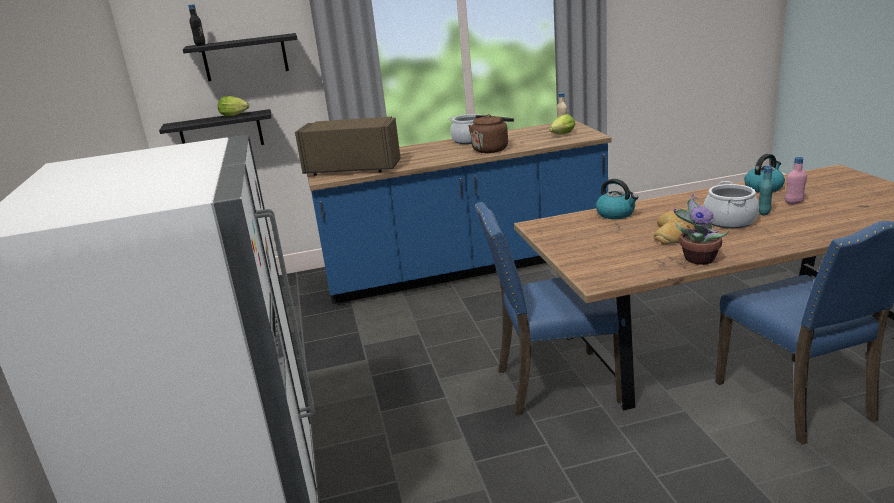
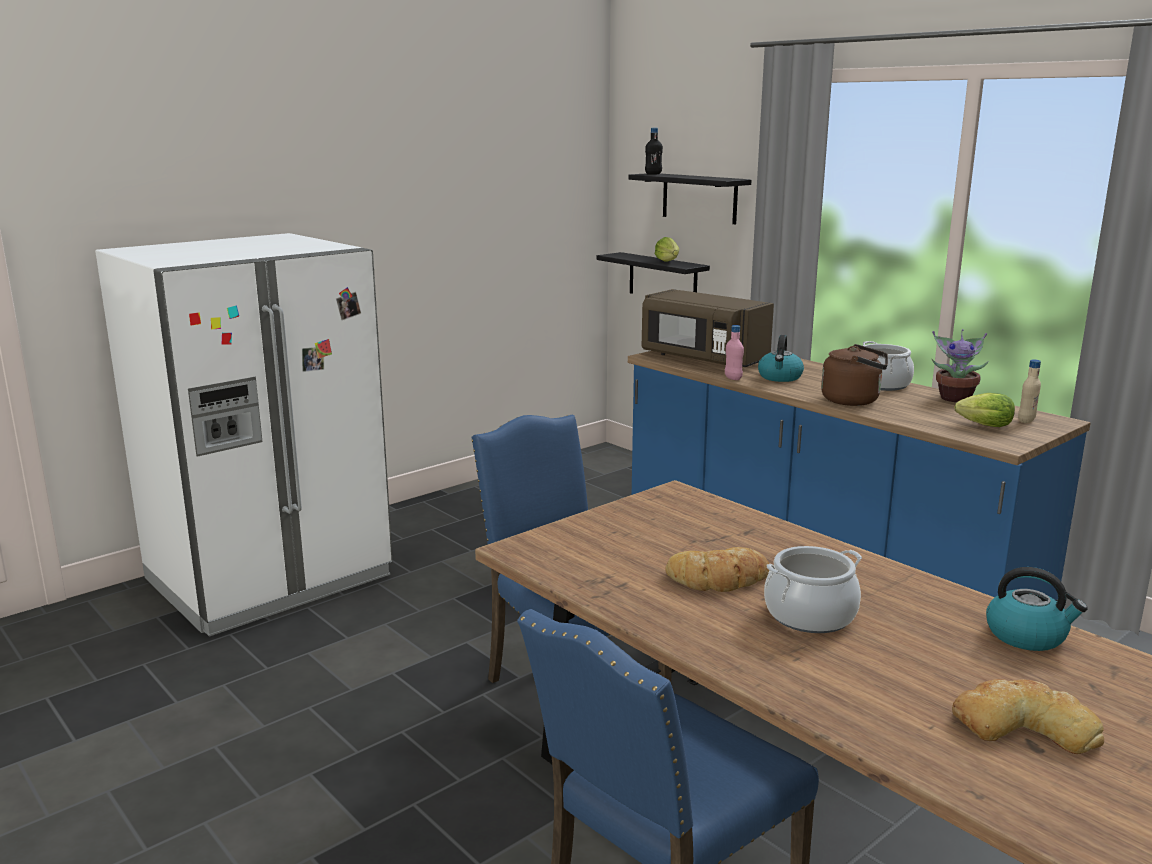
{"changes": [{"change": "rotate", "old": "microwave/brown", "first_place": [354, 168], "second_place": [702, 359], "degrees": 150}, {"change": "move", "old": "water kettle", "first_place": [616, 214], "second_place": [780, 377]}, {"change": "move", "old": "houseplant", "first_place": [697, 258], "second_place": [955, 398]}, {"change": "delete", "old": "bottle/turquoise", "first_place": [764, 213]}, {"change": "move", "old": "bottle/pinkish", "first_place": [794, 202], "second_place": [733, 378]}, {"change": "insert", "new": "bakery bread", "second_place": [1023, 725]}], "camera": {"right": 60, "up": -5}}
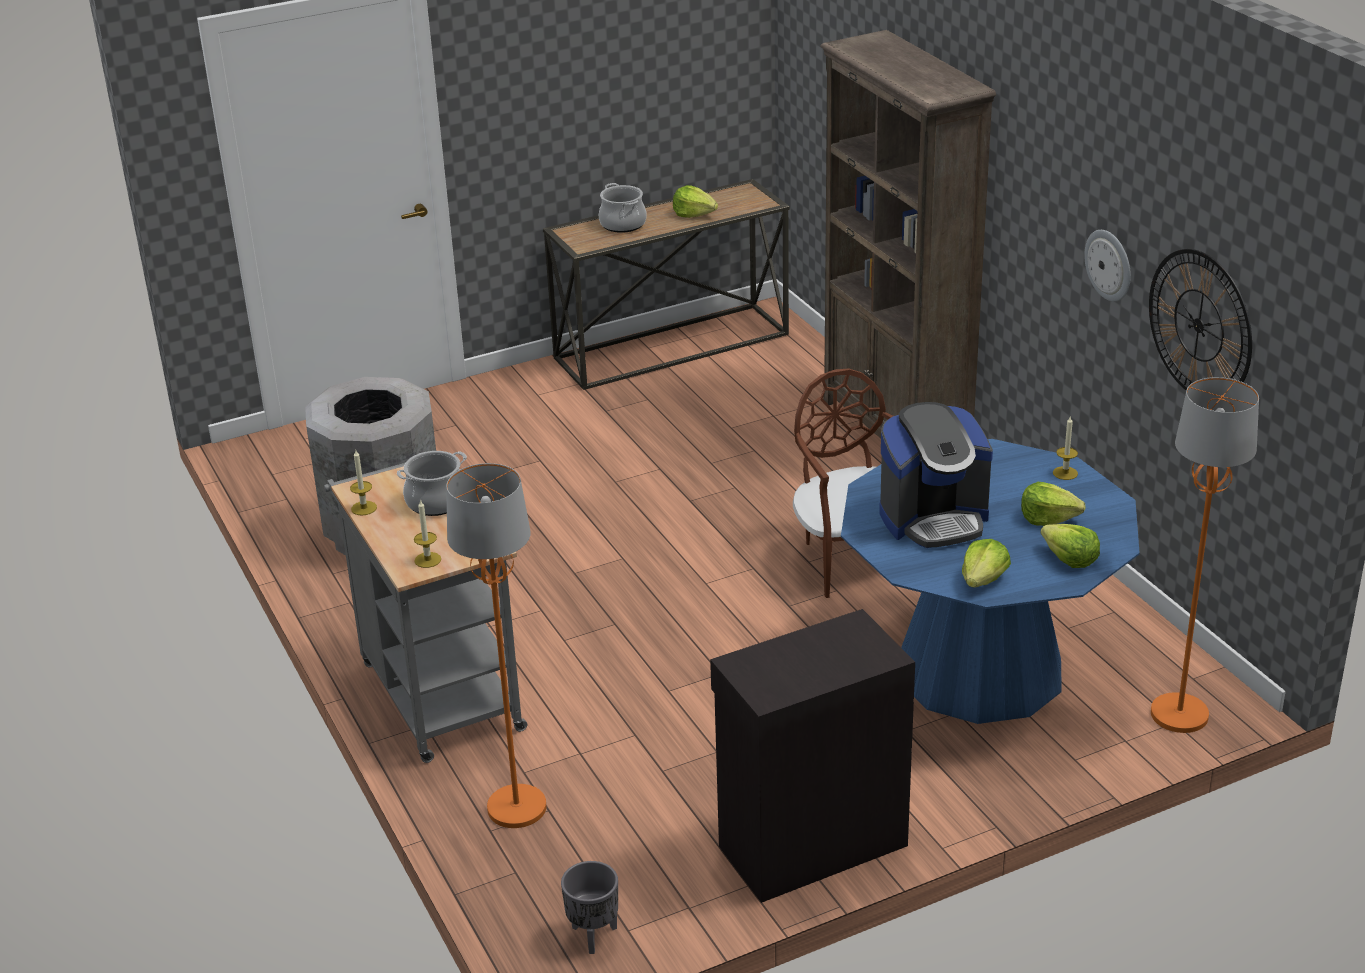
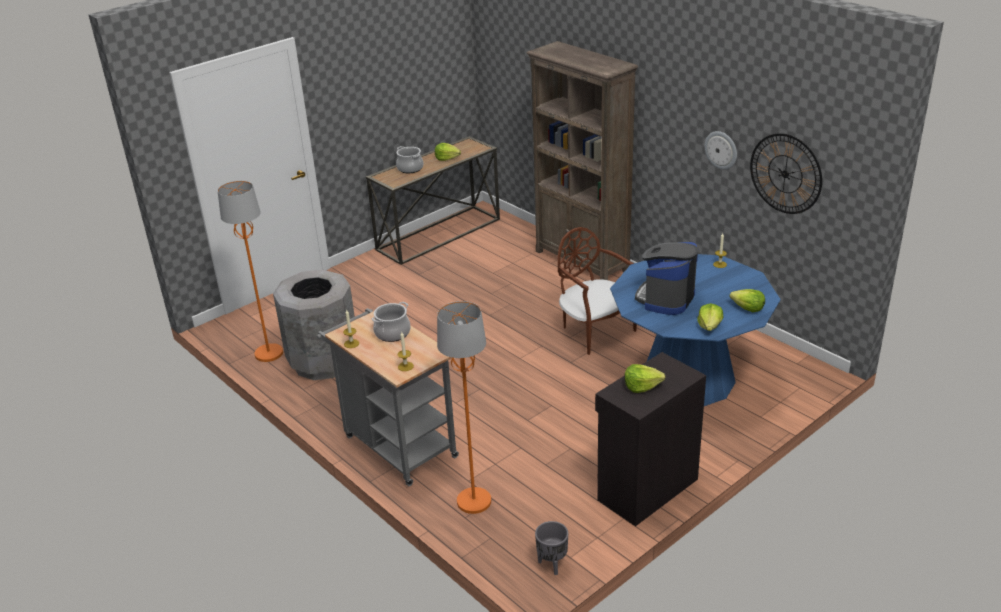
{"changes": [{"change": "rotate", "old": "coffee brewer", "first_place": [934, 519], "second_place": [666, 299], "degrees": 150}, {"change": "move", "old": "lettuce", "first_place": [1048, 518], "second_place": [641, 386]}, {"change": "move", "old": "standing lamp/orangey", "first_place": [1179, 714], "second_place": [269, 353]}], "camera": {"right": -15, "up": 0}}
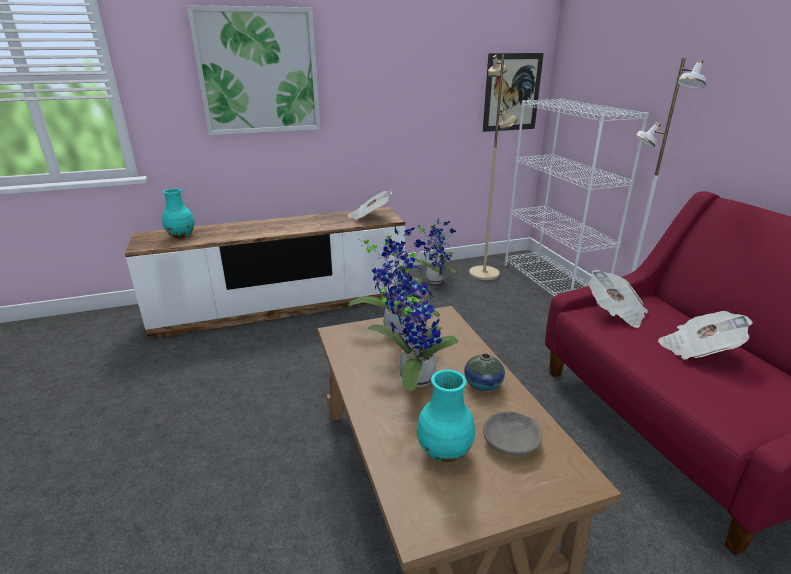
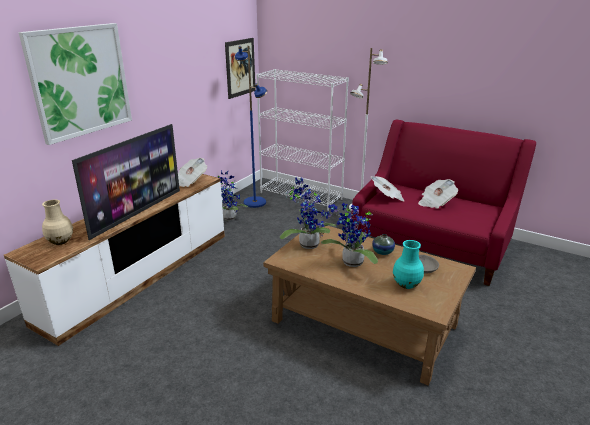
{"changes": [{"change": "recolor", "old": "decorative vase/turquoise", "new": "decorative vase/beige-coloured", "first_place": [181, 235], "second_place": [60, 241]}, {"change": "recolor", "old": "standing lamp/beige-coloured", "new": "standing lamp/blue", "first_place": [484, 273], "second_place": [255, 202]}, {"change": "insert", "new": "television", "second_place": [137, 212]}], "camera": {"right": -40, "up": 0}}
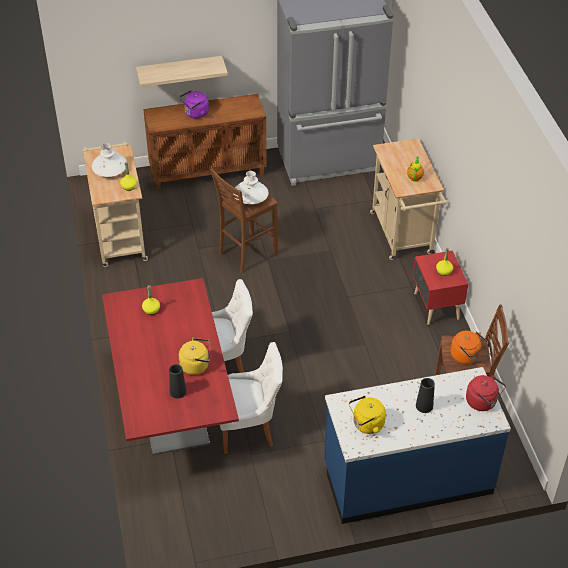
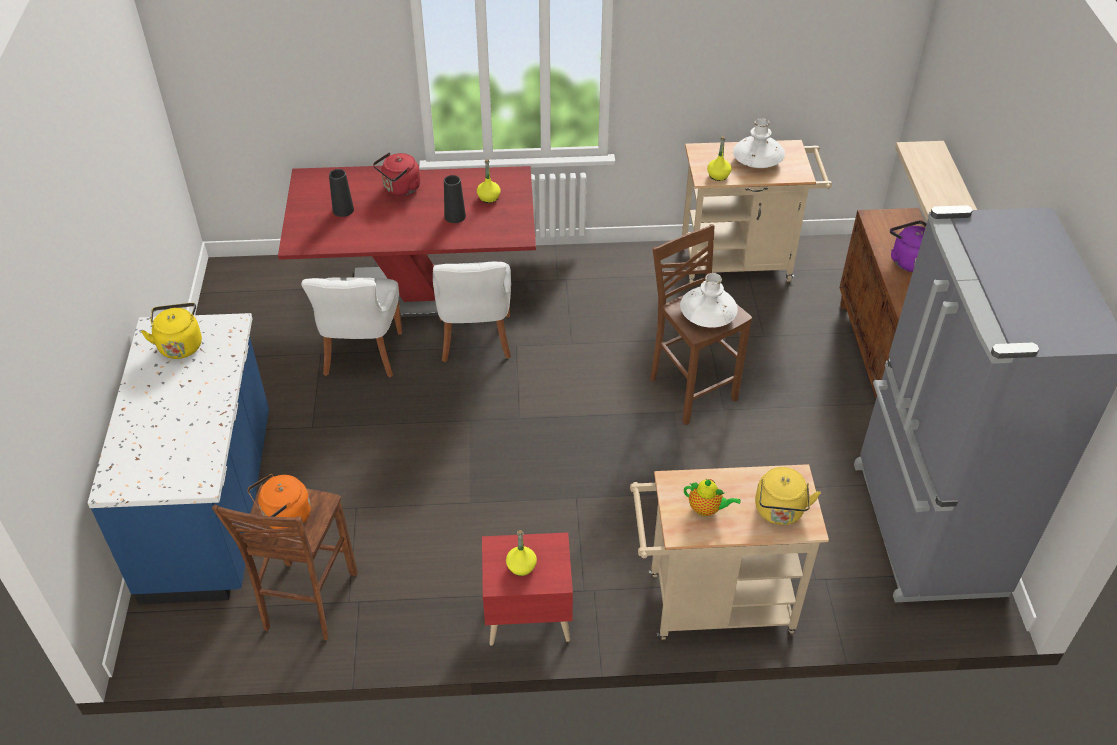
{"changes": [{"change": "move", "old": "water kettle/yellow", "first_place": [196, 365], "second_place": [779, 512]}, {"change": "move", "old": "decorative vase/black-coloured", "first_place": [424, 406], "second_place": [455, 216]}, {"change": "move", "old": "water kettle/reddish", "first_place": [483, 402], "second_place": [400, 189]}], "camera": {"right": 100, "up": 0}}
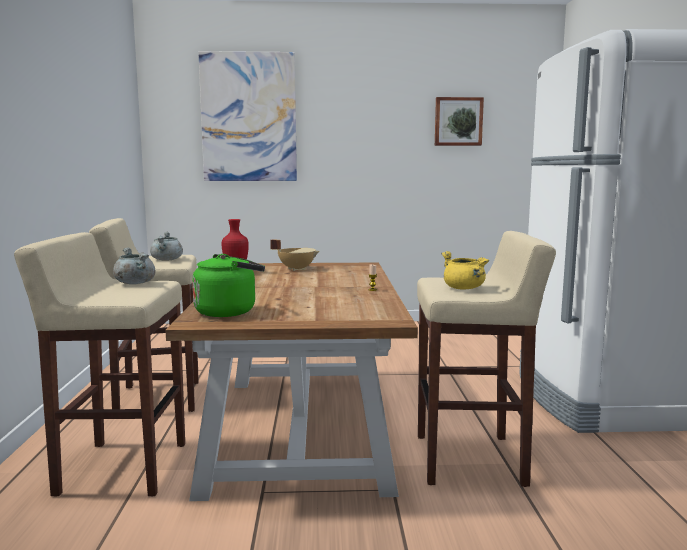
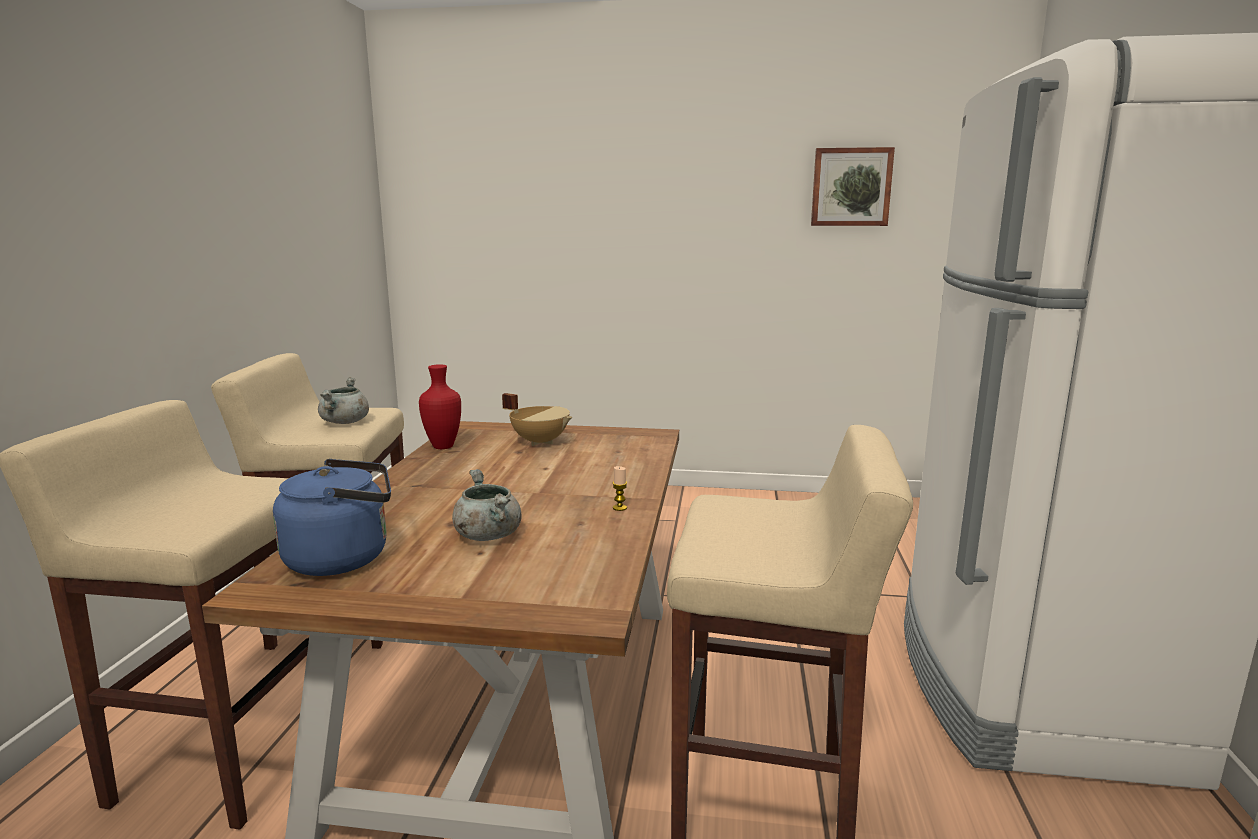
{"changes": [{"change": "move", "old": "stockpot/gray", "first_place": [135, 283], "second_place": [487, 535]}, {"change": "recolor", "old": "water kettle/green", "new": "water kettle/blue", "first_place": [229, 311], "second_place": [344, 558]}, {"change": "delete", "old": "picture", "first_place": [249, 117]}, {"change": "delete", "old": "stockpot/yellow", "first_place": [464, 288]}], "camera": {"right": 10, "up": 5}}
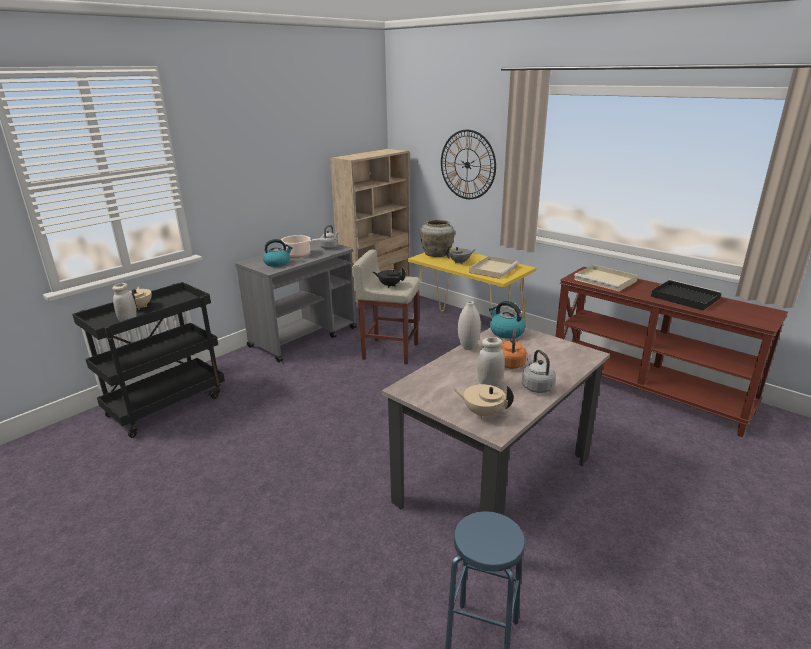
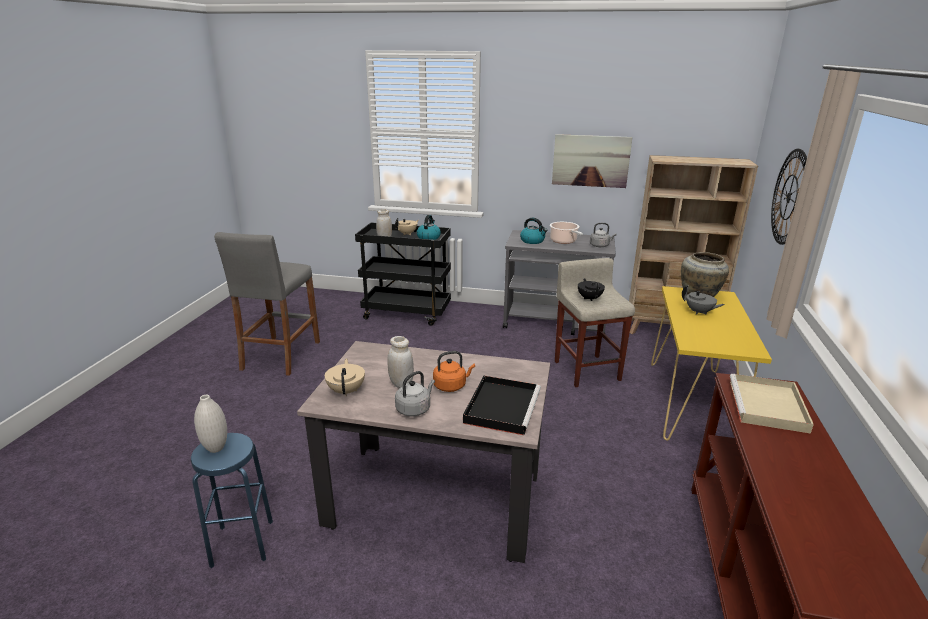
{"changes": [{"change": "move", "old": "decorative vase/whitish", "first_place": [468, 347], "second_place": [216, 448]}, {"change": "delete", "old": "carrying tray/beige-coloured", "first_place": [493, 269]}, {"change": "move", "old": "water kettle", "first_place": [506, 332], "second_place": [428, 237]}, {"change": "move", "old": "carrying tray/black-coloured", "first_place": [683, 297], "second_place": [502, 406]}, {"change": "insert", "new": "stool/gray", "second_place": [280, 355]}, {"change": "insert", "new": "picture", "second_place": [590, 161]}], "camera": {"right": 60, "up": 0}}
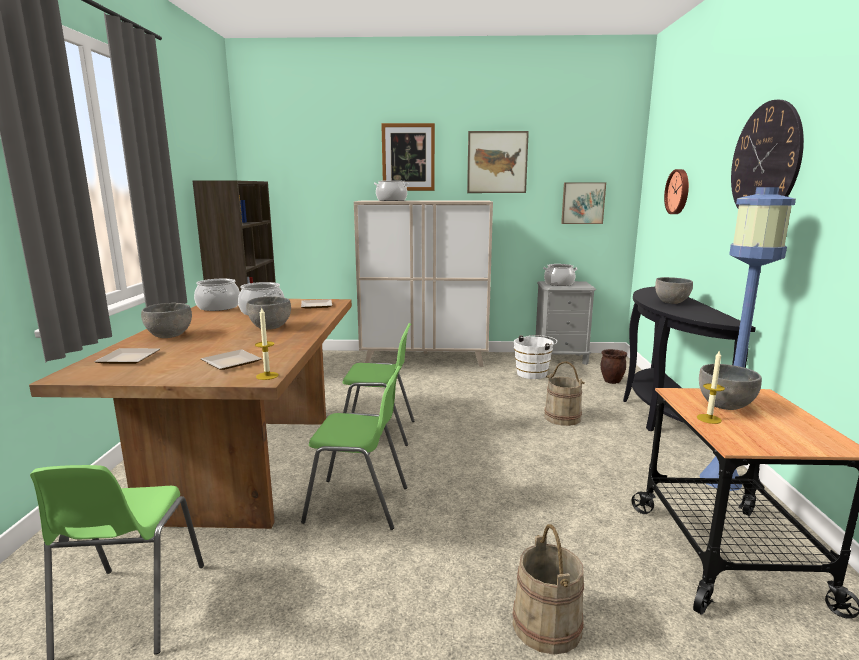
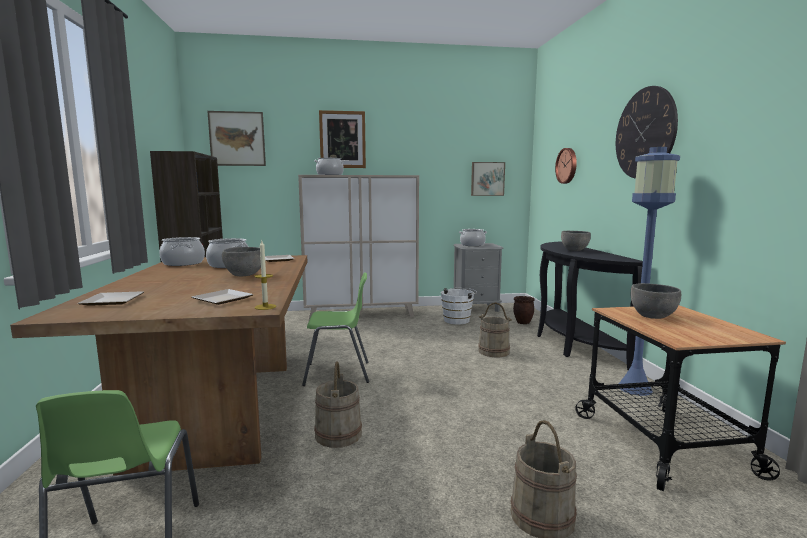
{"changes": [{"change": "delete", "old": "bowl/gray", "first_place": [169, 336]}, {"change": "replace", "old": "plain chair/green", "new": "pail/beige-coloured", "first_place": [358, 504], "second_place": [338, 434]}, {"change": "move", "old": "picture", "first_place": [497, 162], "second_place": [237, 139]}, {"change": "delete", "old": "wax candle", "first_place": [709, 419]}], "camera": {"right": -10, "up": -5}}
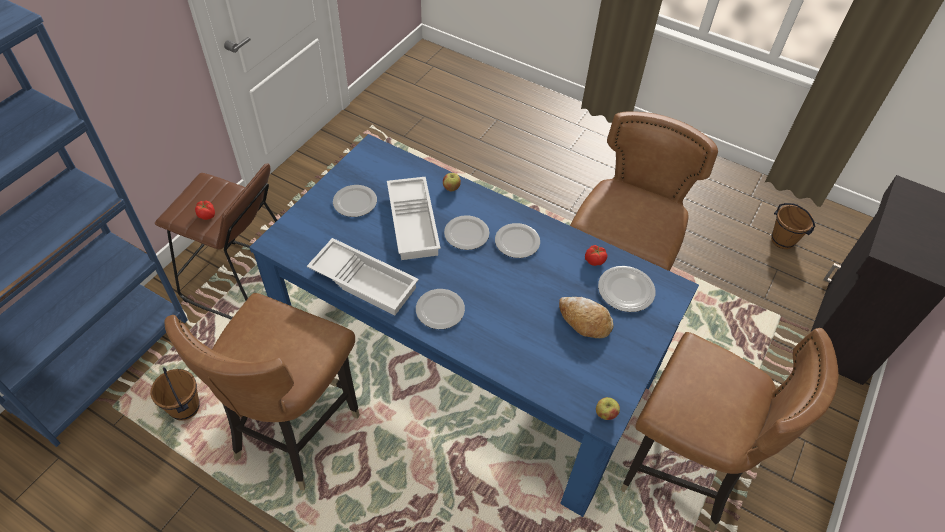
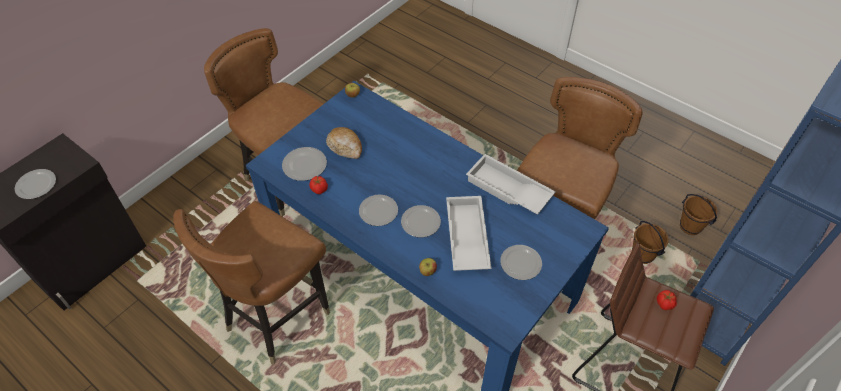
{"changes": [{"change": "move", "old": "flat dish", "first_place": [439, 310], "second_place": [37, 185]}, {"change": "move", "old": "pail/brown", "first_place": [783, 240], "second_place": [690, 227]}], "camera": {"right": -170, "up": 0}}
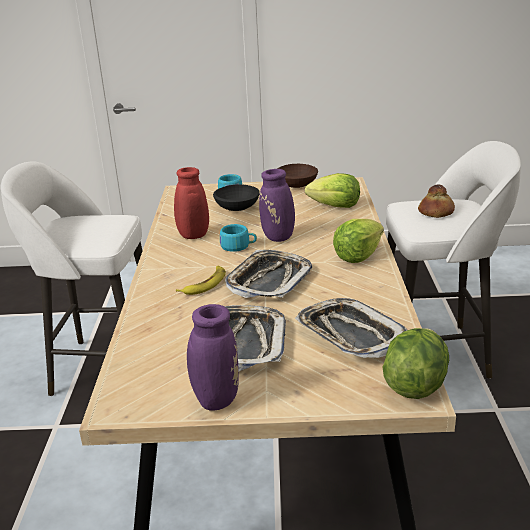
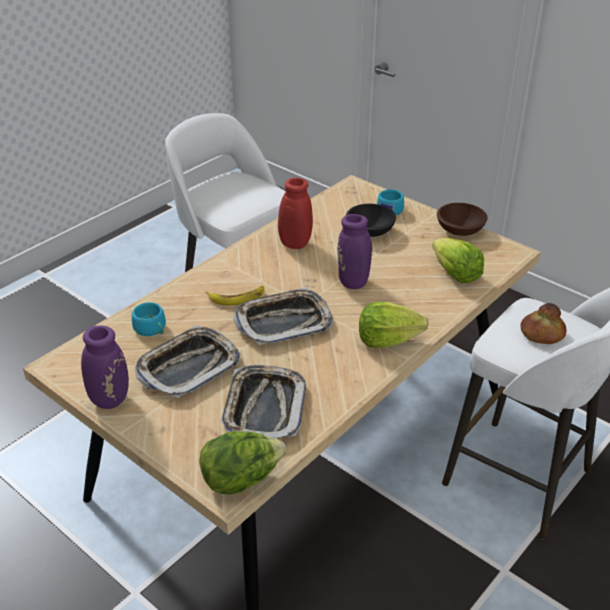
{"changes": [{"change": "move", "old": "drinking cup/turquoise", "first_place": [238, 246], "second_place": [152, 329]}], "camera": {"right": 40, "up": 10}}
